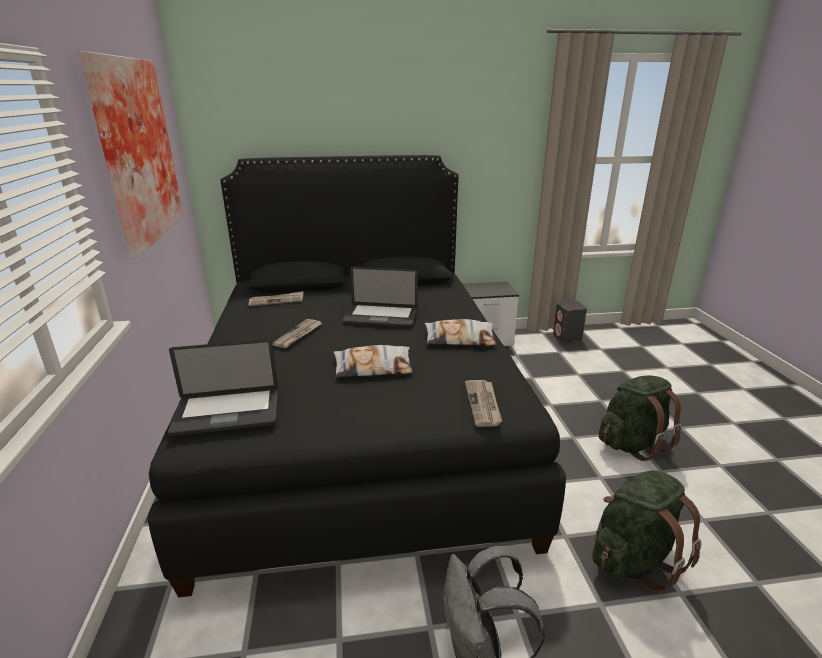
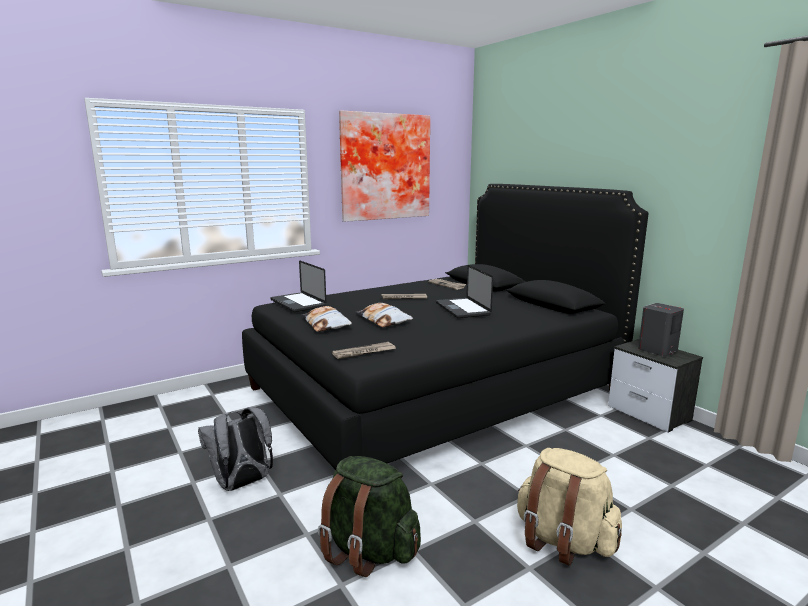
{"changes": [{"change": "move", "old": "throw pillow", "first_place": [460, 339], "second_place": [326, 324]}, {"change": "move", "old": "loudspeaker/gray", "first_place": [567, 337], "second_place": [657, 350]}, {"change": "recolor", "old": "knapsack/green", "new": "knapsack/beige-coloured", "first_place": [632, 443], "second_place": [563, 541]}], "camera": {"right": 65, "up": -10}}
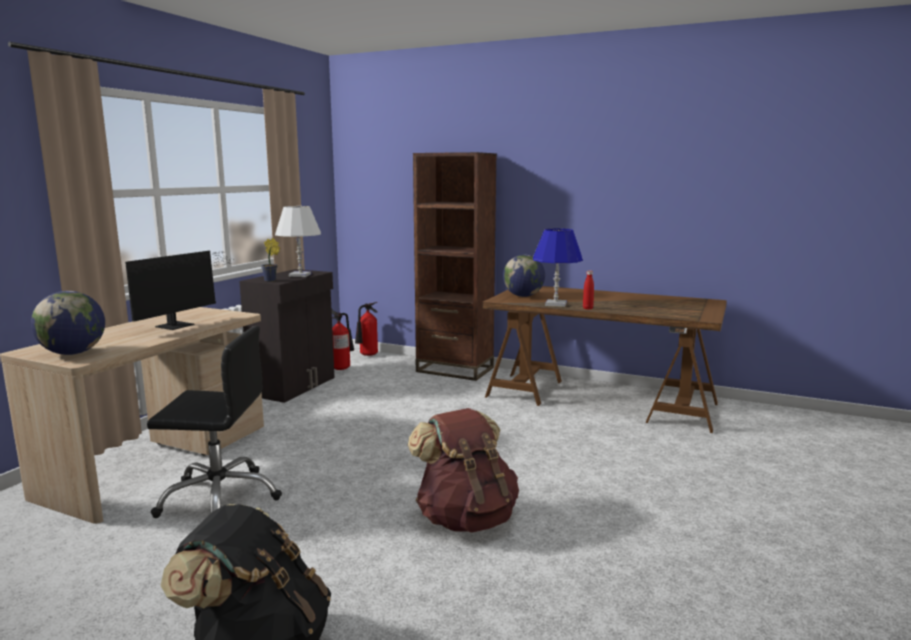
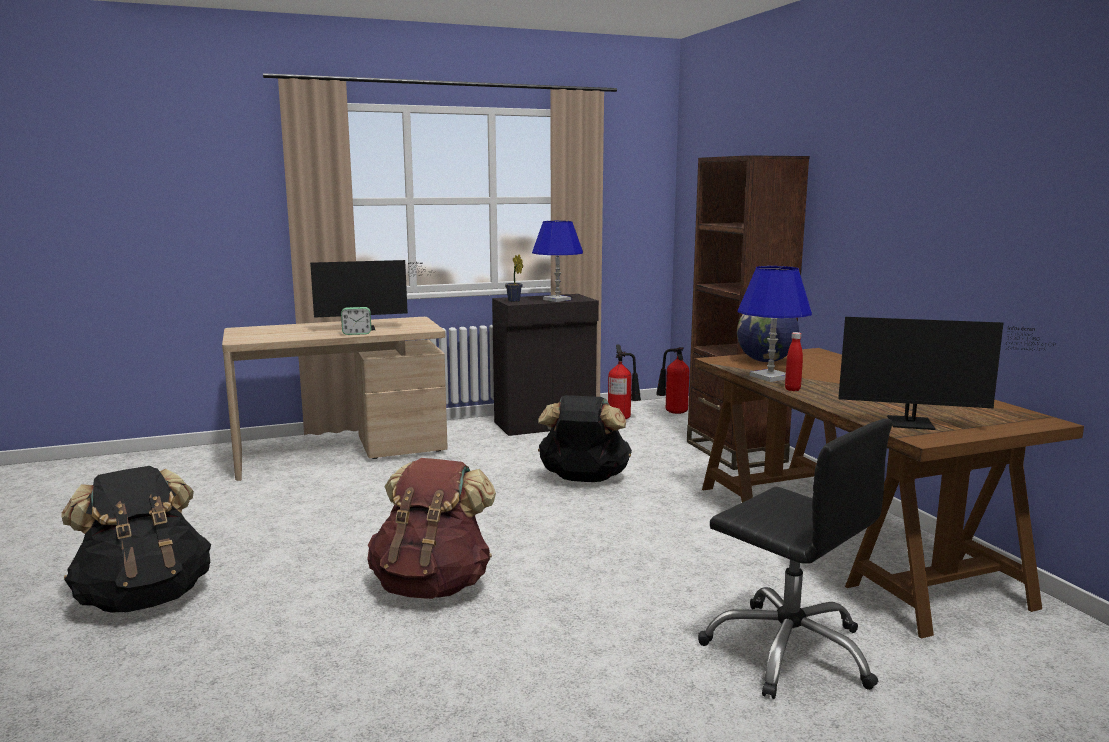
{"changes": [{"change": "delete", "old": "desk globe", "first_place": [73, 353]}, {"change": "move", "old": "desk chair/black-coloured", "first_place": [220, 498], "second_place": [789, 650]}, {"change": "recolor", "old": "lamp for a table/whitish", "new": "lamp for a table/blue", "first_place": [300, 275], "second_place": [557, 299]}, {"change": "insert", "new": "table clock", "second_place": [357, 333]}, {"change": "insert", "new": "knapsack/black-coloured", "second_place": [583, 479]}, {"change": "insert", "new": "computer display", "second_place": [918, 424]}], "camera": {"right": 45, "up": 0}}
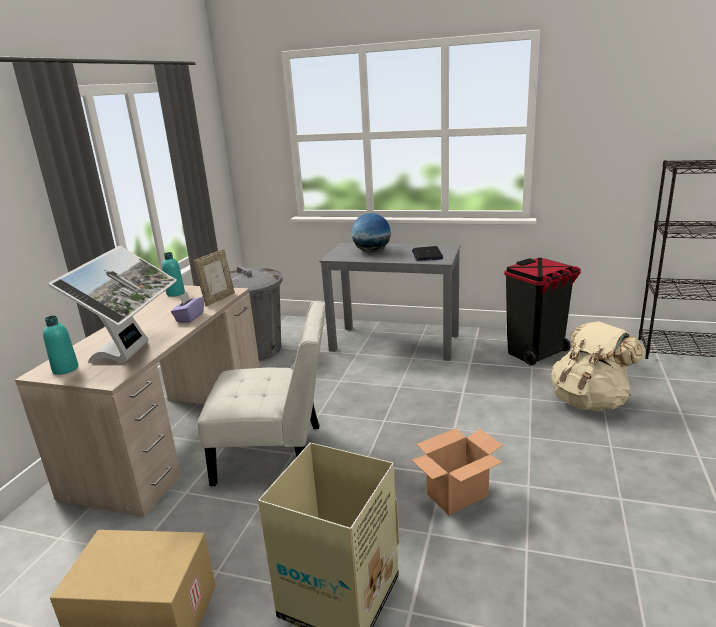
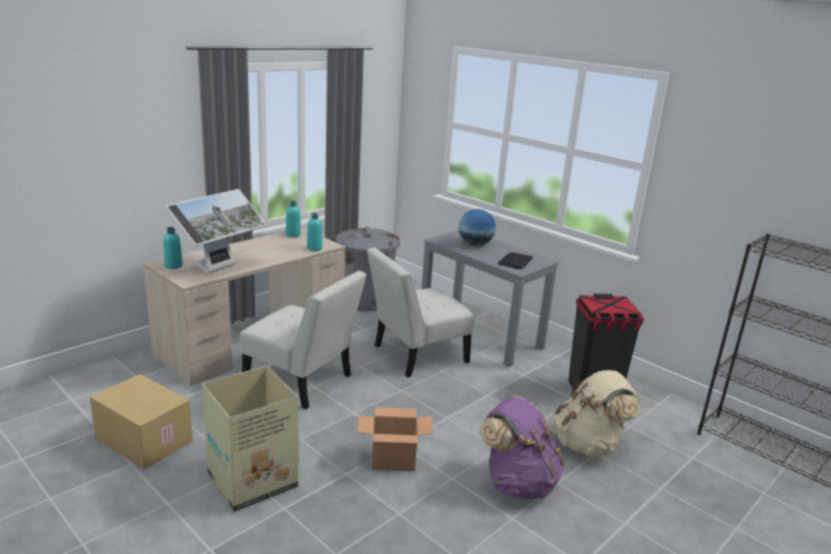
{"changes": [{"change": "delete", "old": "tissue holder/purplish", "first_place": [189, 317]}, {"change": "replace", "old": "standing frame", "new": "bottle/turquoise", "first_place": [218, 299], "second_place": [314, 248]}, {"change": "insert", "new": "plain chair/whitish", "second_place": [415, 355]}, {"change": "insert", "new": "knapsack/purplish", "second_place": [517, 483]}], "camera": {"right": 25, "up": 0}}
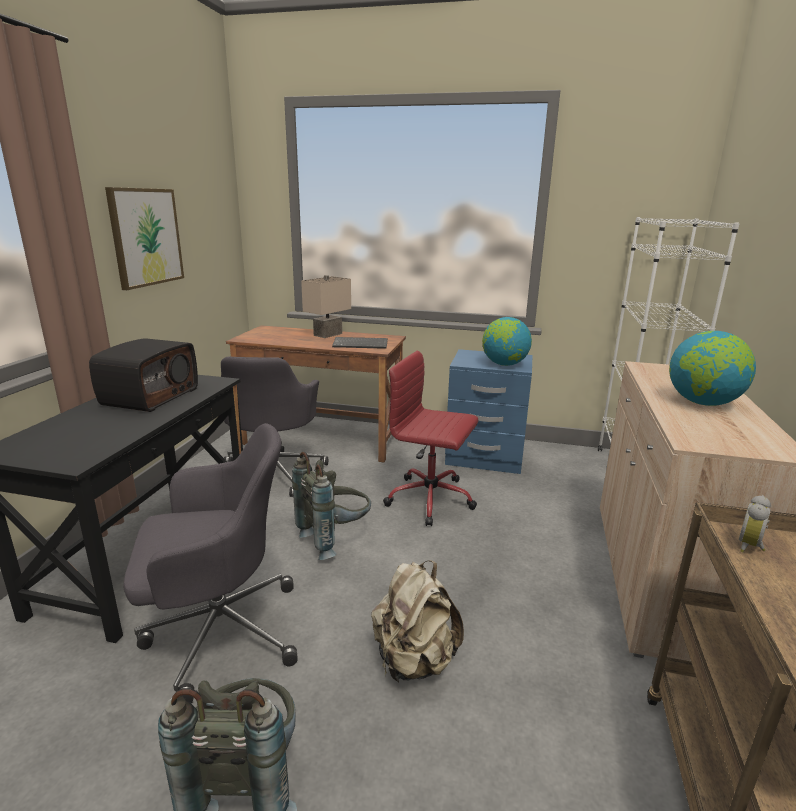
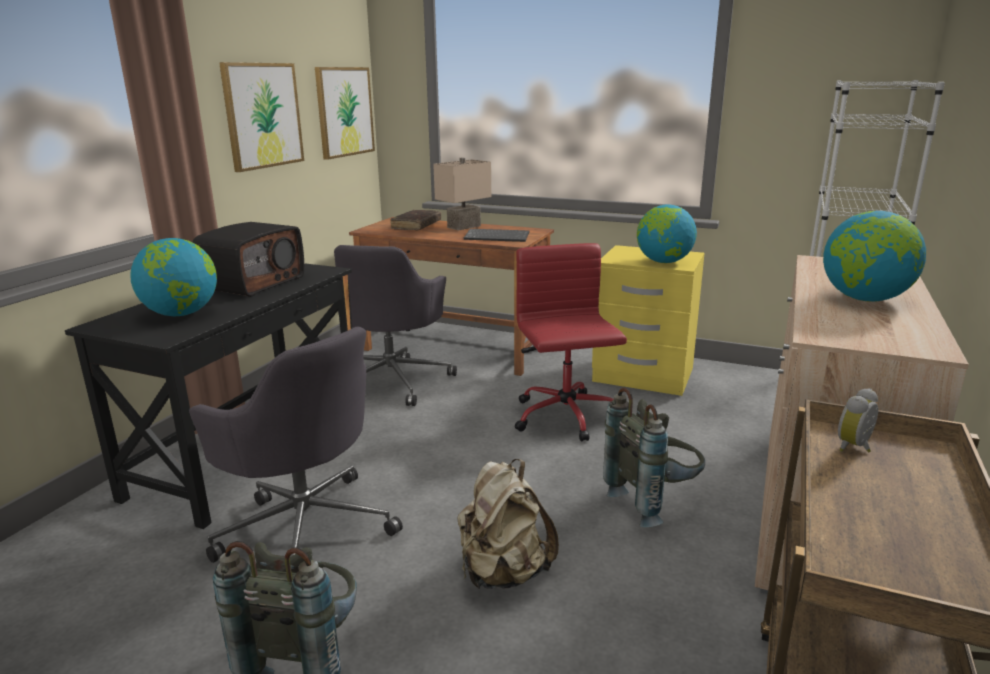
{"changes": [{"change": "rotate", "old": "desk chair/gray", "first_place": [219, 631], "second_place": [306, 527], "degrees": 45}, {"change": "move", "old": "knapsack/gray", "first_place": [335, 539], "second_place": [653, 501]}, {"change": "rotate", "old": "desk chair/reddish", "first_place": [431, 499], "second_place": [566, 417], "degrees": 45}, {"change": "recolor", "old": "bedside table/blue", "new": "bedside table/yellow", "first_place": [484, 457], "second_place": [642, 376]}, {"change": "insert", "new": "desk globe", "second_place": [181, 314]}, {"change": "insert", "new": "picture", "second_place": [344, 112]}, {"change": "insert", "new": "book/brown", "second_place": [416, 226]}], "camera": {"right": 10, "up": 0}}
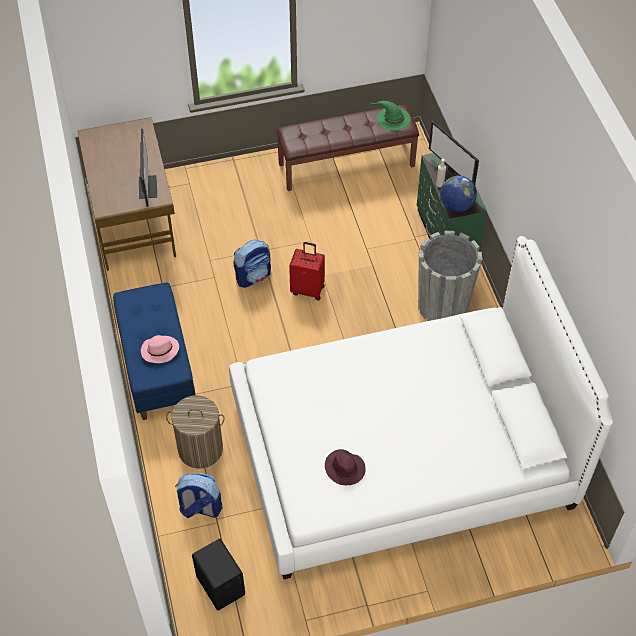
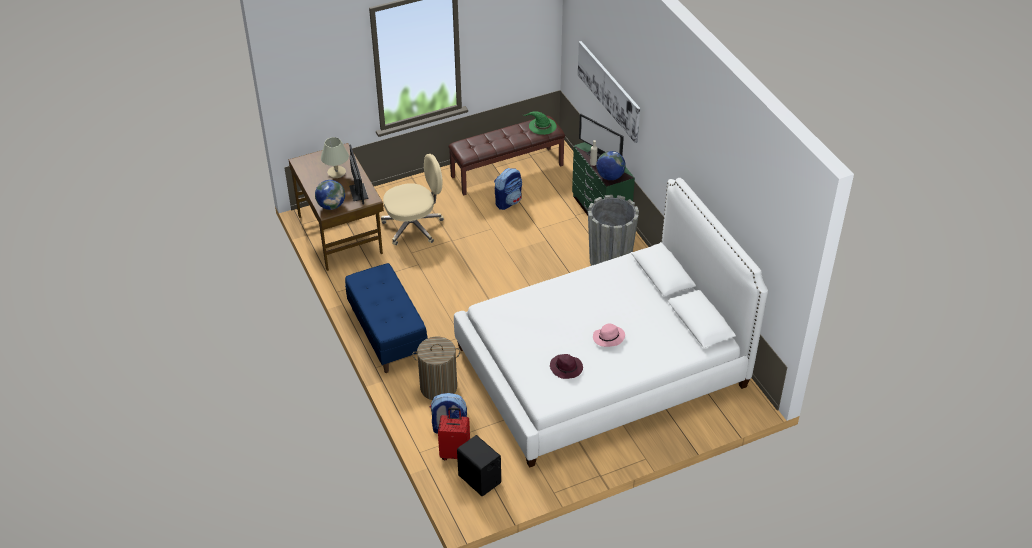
{"changes": [{"change": "move", "old": "clothing hat/pinkish", "first_place": [159, 351], "second_place": [608, 338]}, {"change": "move", "old": "knapsack", "first_place": [253, 276], "second_place": [508, 201]}, {"change": "move", "old": "piece of luggage/reddish", "first_place": [308, 289], "second_place": [455, 453]}, {"change": "insert", "new": "desk globe", "second_place": [331, 206]}, {"change": "insert", "new": "lamp for a table/beige-coloured", "second_place": [336, 172]}, {"change": "insert", "new": "desk chair/beige-coloured", "second_place": [414, 226]}, {"change": "insert", "new": "picture", "second_place": [609, 90]}], "camera": {"right": -10, "up": -10}}
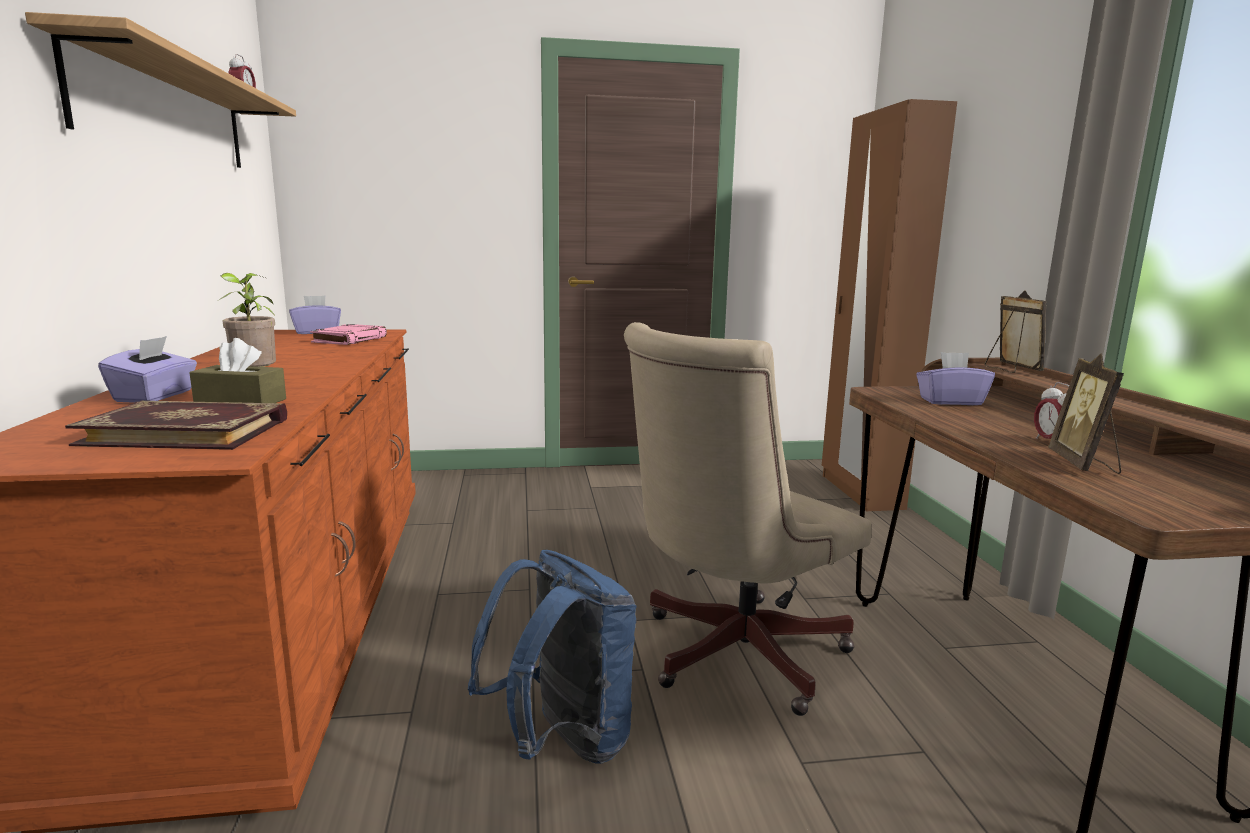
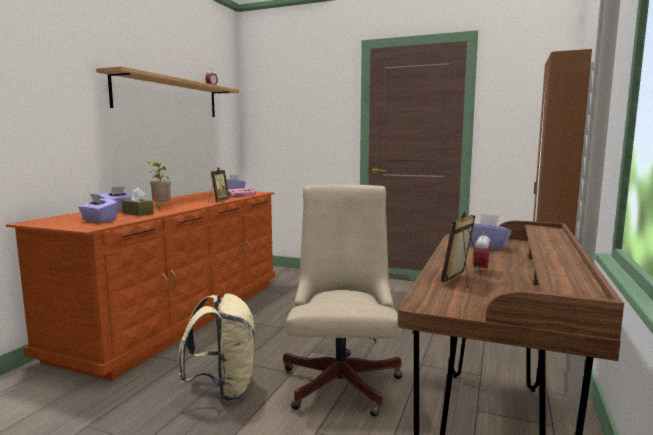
{"changes": [{"change": "replace", "old": "book", "new": "tissue holder/purplish", "first_place": [188, 431], "second_place": [99, 220]}, {"change": "recolor", "old": "knapsack/blue", "new": "knapsack/beige-coloured", "first_place": [562, 741], "second_place": [223, 389]}, {"change": "rotate", "old": "desk chair/beige-coloured", "first_place": [731, 655], "second_place": [342, 379], "degrees": 105}, {"change": "move", "old": "standing frame", "first_place": [1010, 369], "second_place": [218, 201]}], "camera": {"right": 30, "up": -5}}
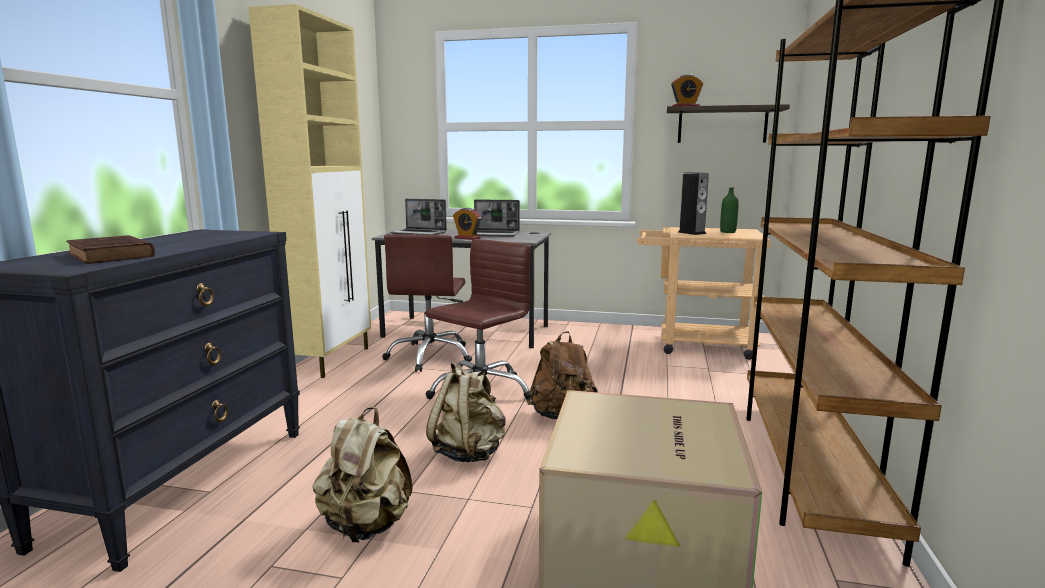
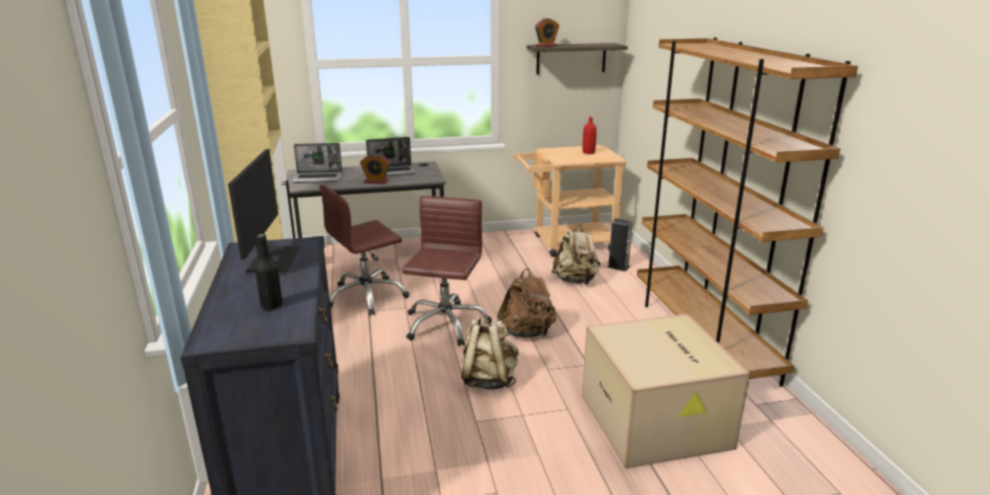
{"changes": [{"change": "replace", "old": "book/brown", "new": "bottle/black-coloured", "first_place": [111, 256], "second_place": [272, 305]}, {"change": "move", "old": "knapsack/beige-coloured", "first_place": [366, 526], "second_place": [576, 281]}, {"change": "rotate", "old": "desk chair/brown", "first_place": [430, 356], "second_place": [367, 297], "degrees": 75}, {"change": "move", "old": "loudspeaker", "first_place": [691, 233], "second_place": [618, 267]}, {"change": "recolor", "old": "bottle/green", "new": "bottle/reddish", "first_place": [727, 232], "second_place": [588, 152]}, {"change": "insert", "new": "computer display", "second_place": [273, 258]}], "camera": {"right": -25, "up": 10}}
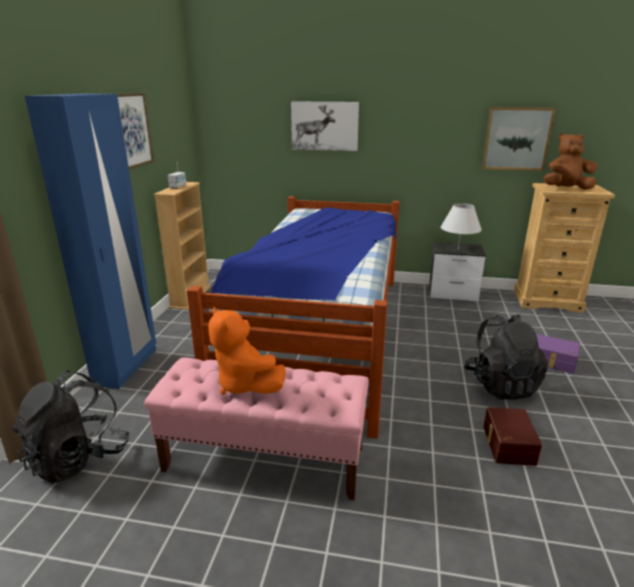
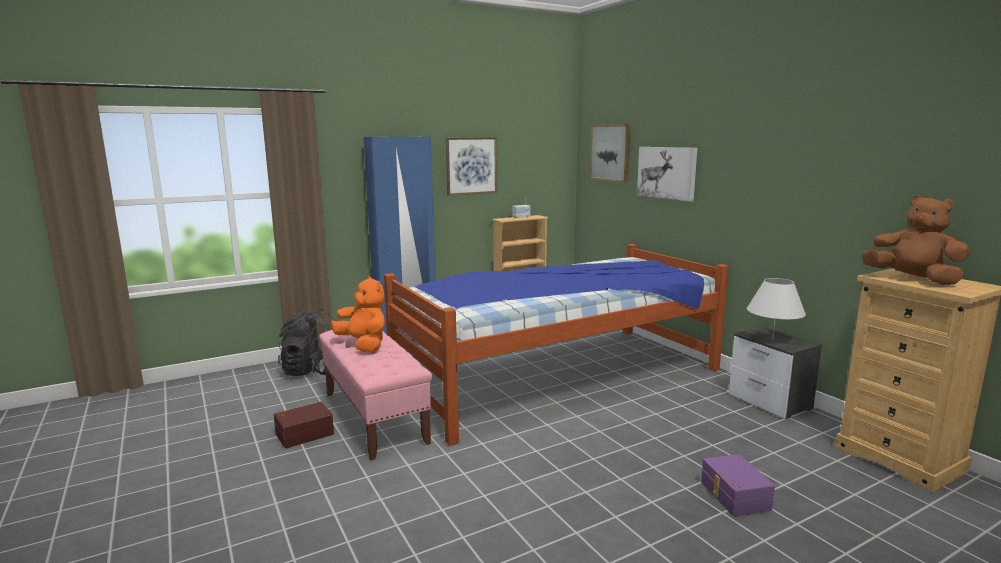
{"changes": [{"change": "rotate", "old": "cuddly toy/orangey", "first_place": [245, 384], "second_place": [363, 345], "degrees": 120}, {"change": "delete", "old": "knapsack/black-coloured", "first_place": [501, 384]}, {"change": "move", "old": "picture", "first_place": [516, 139], "second_place": [611, 152]}, {"change": "move", "old": "storage container/brown", "first_place": [507, 445], "second_place": [304, 433]}], "camera": {"right": 50, "up": -10}}
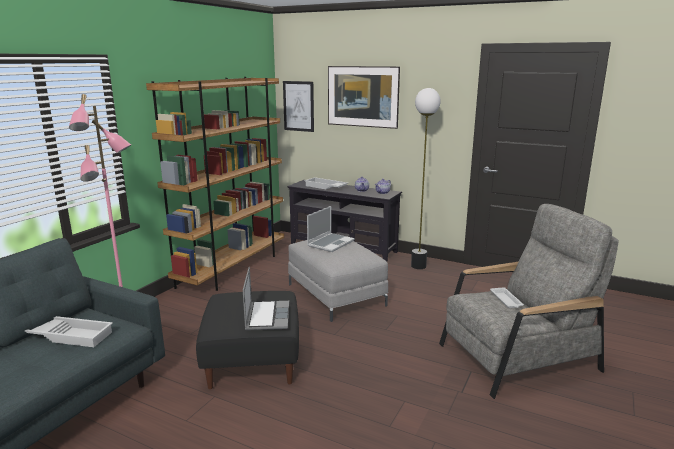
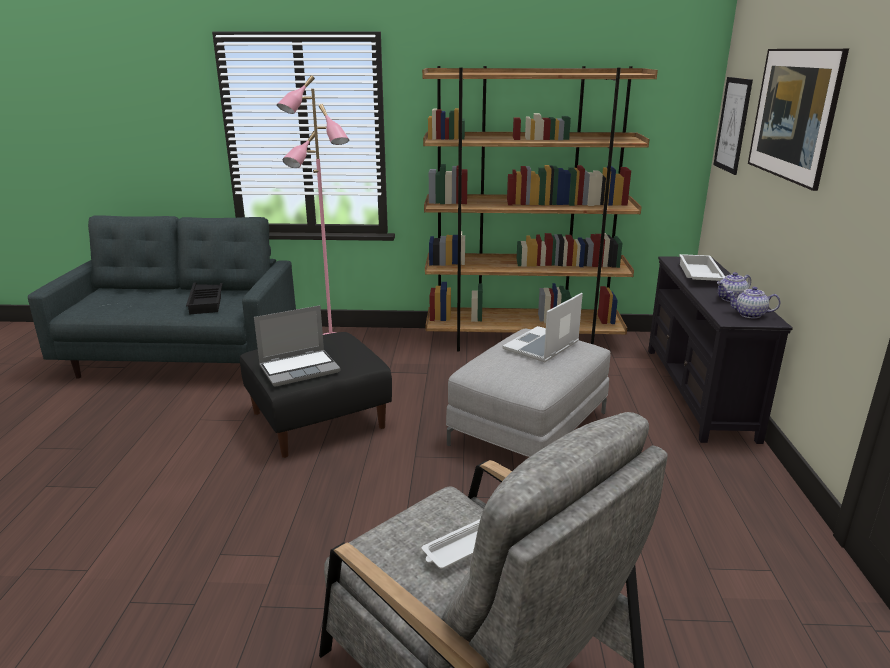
{"changes": [{"change": "recolor", "old": "carrying tray/whitish", "new": "carrying tray/black-coloured", "first_place": [72, 335], "second_place": [207, 301]}, {"change": "rotate", "old": "notebook computer", "first_place": [330, 243], "second_place": [541, 346], "degrees": 120}, {"change": "delete", "old": "standing lamp", "first_place": [418, 266]}], "camera": {"right": 65, "up": 5}}
